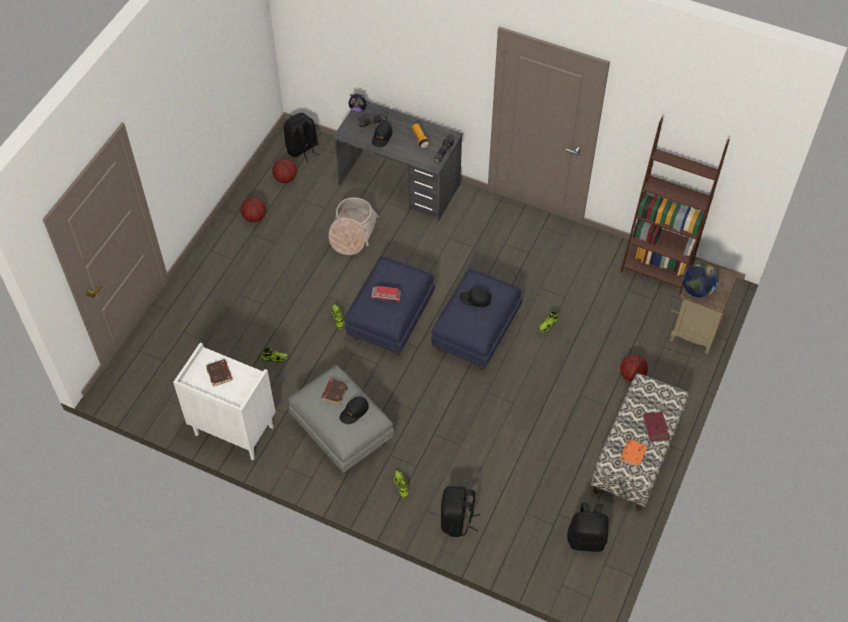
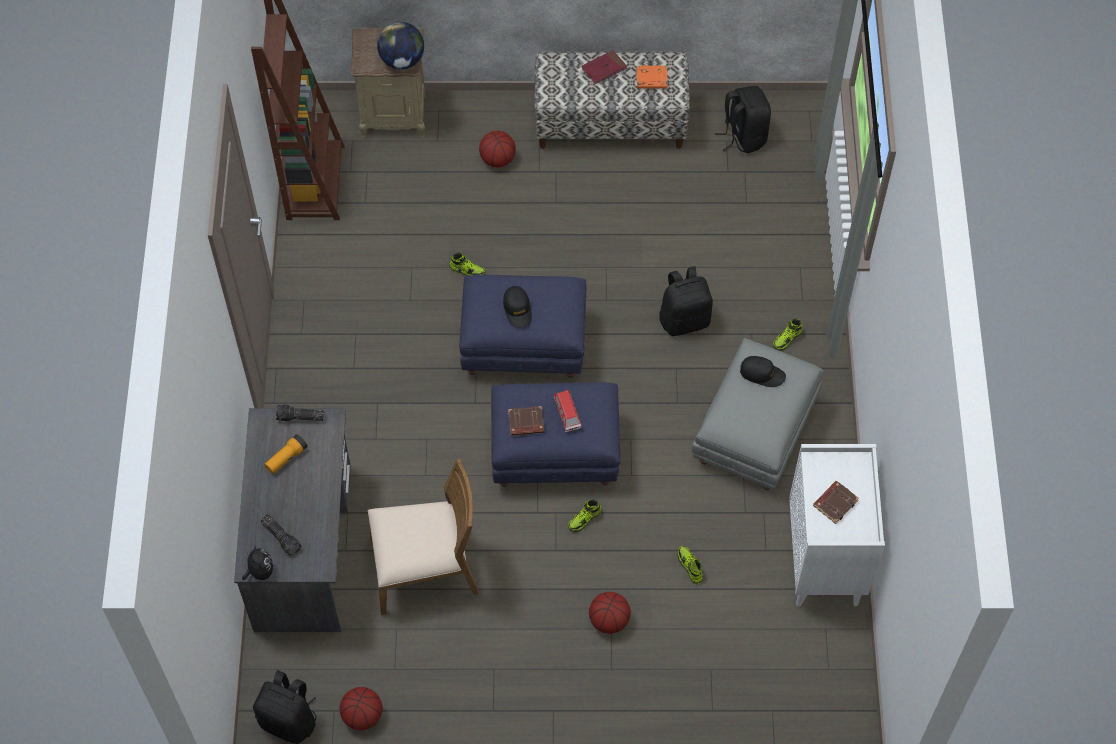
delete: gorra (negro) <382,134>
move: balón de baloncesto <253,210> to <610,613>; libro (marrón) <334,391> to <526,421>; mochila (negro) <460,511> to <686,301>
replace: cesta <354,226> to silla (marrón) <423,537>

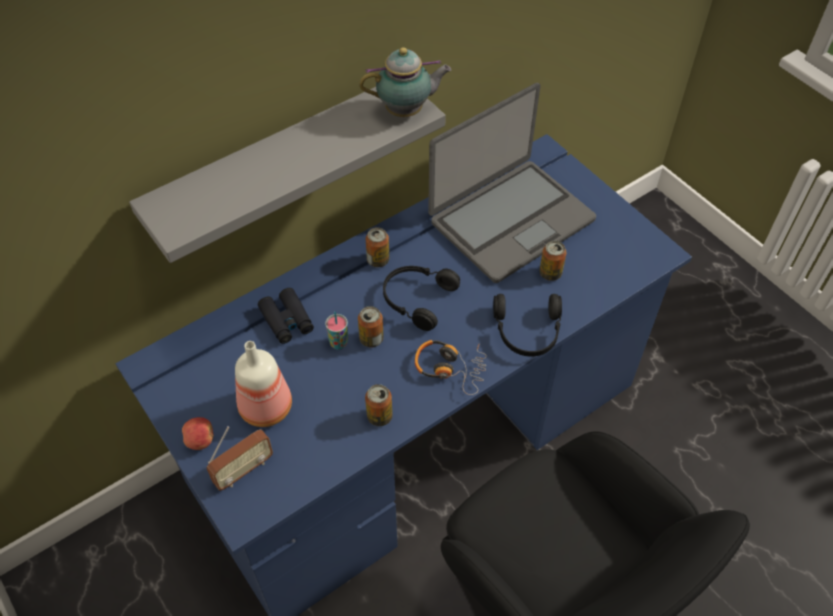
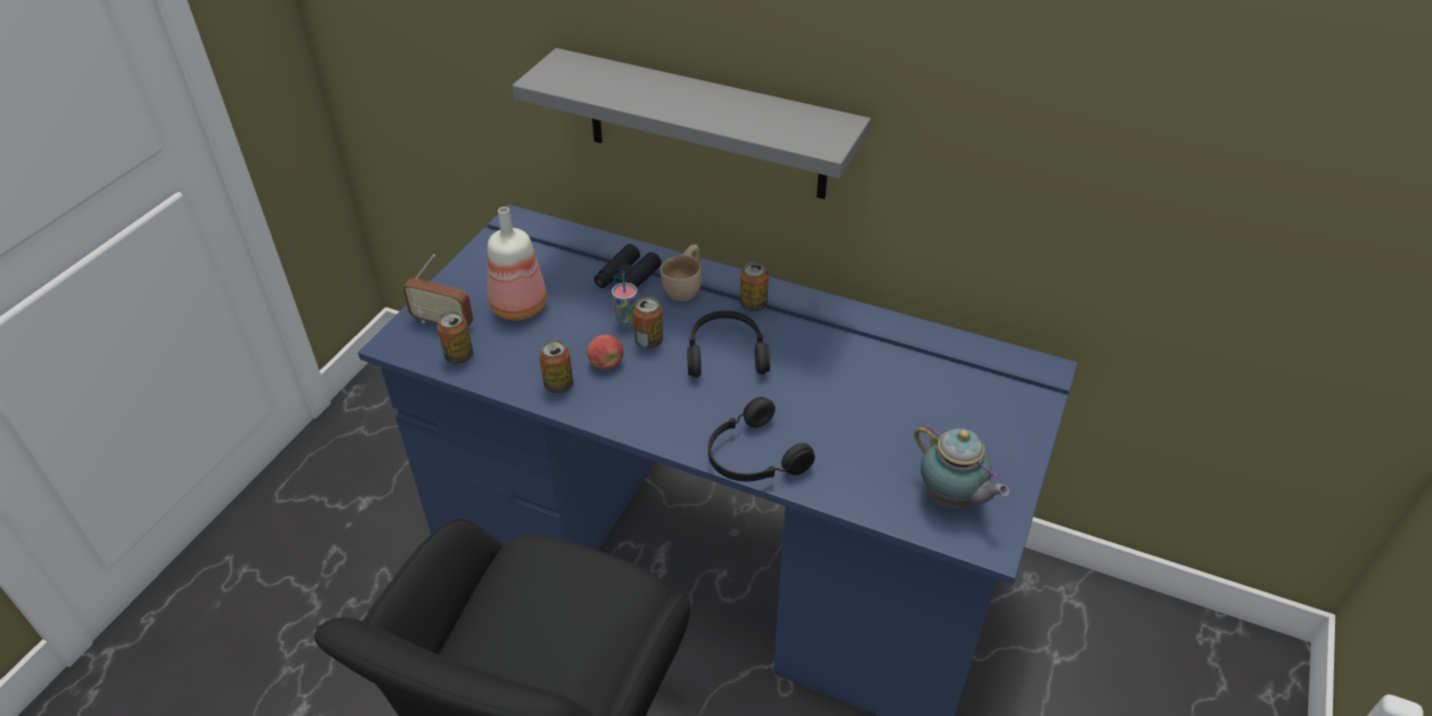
delete: portátil <512,183>; auriculares <450,367>
insert: taza (beis) <681,273>
move: tetera <405,82> to <961,465>; lata <552,261> to <455,337>; manzana <198,433> to <605,352>

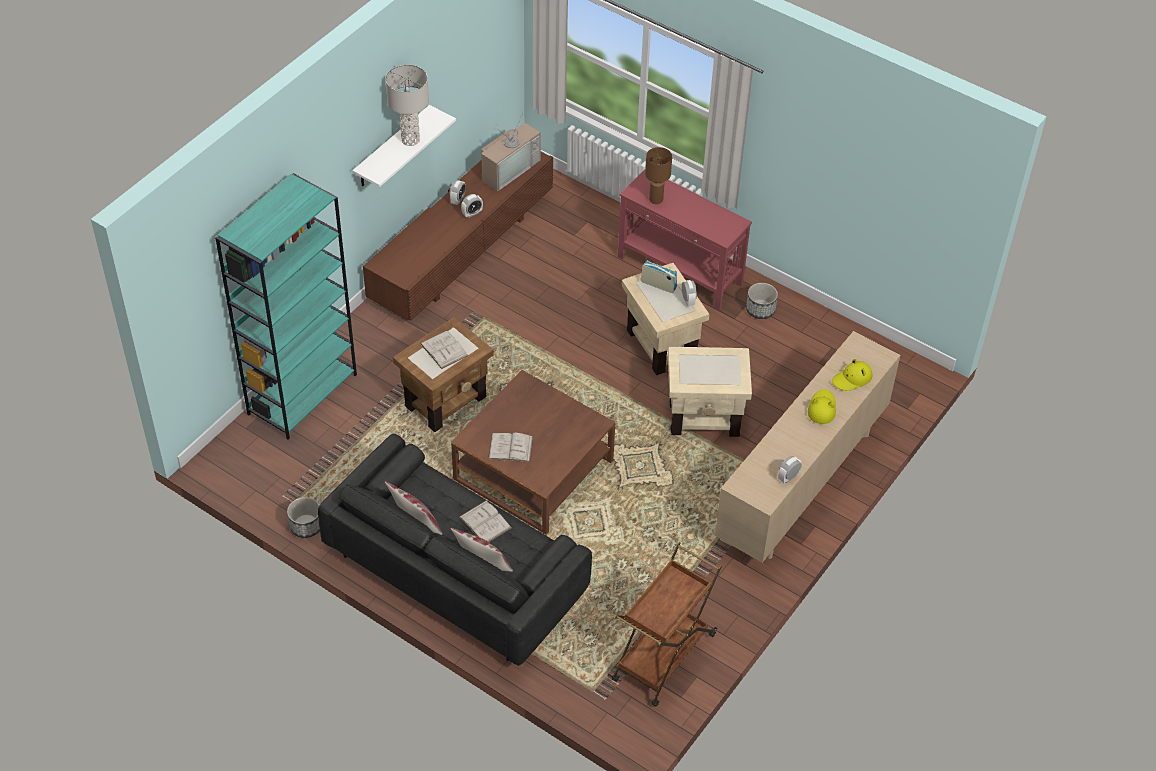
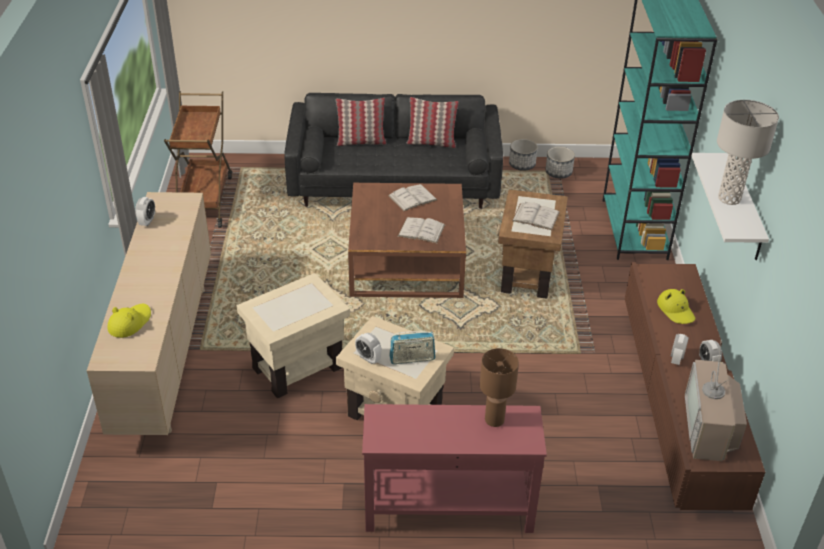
move: maceta <762,301> to <560,163>; sombrero (amarillo) <822,406> to <676,306>; libro (blanco) <485,521> to <421,230>

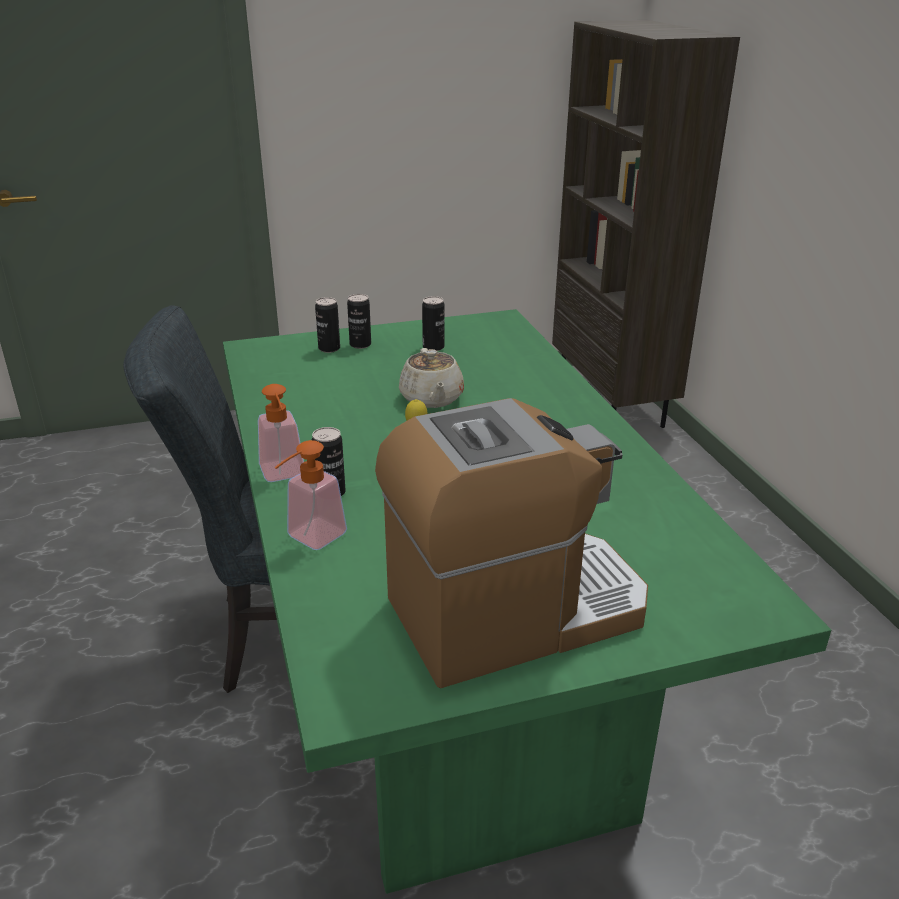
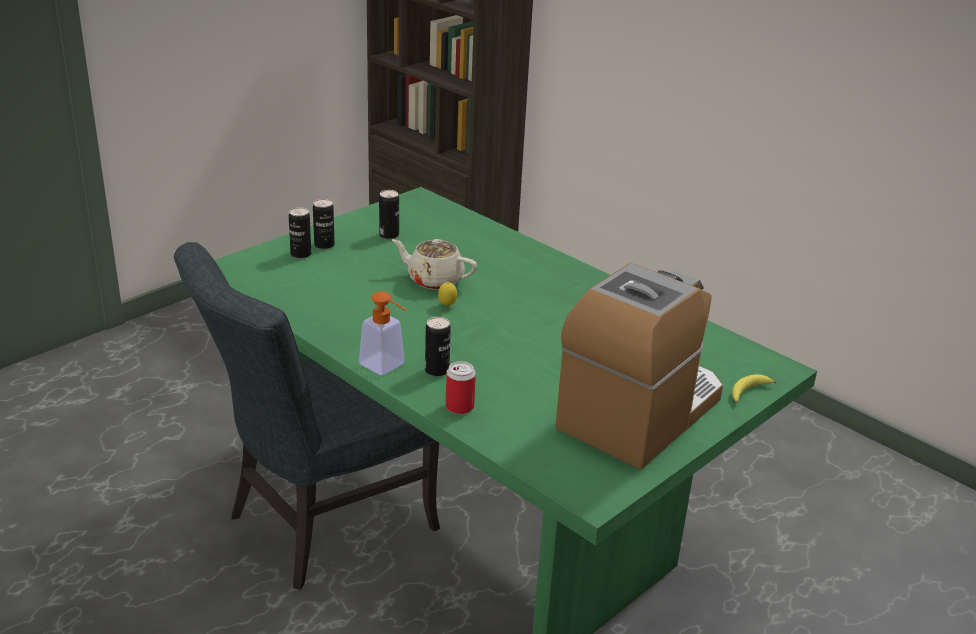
insert: plátano <754,388>
replace: dispensador de jabón <310,495> to lata <461,387>
rotate: tetera (beis) <431,378> = <434,264> 150 degrees clockwise

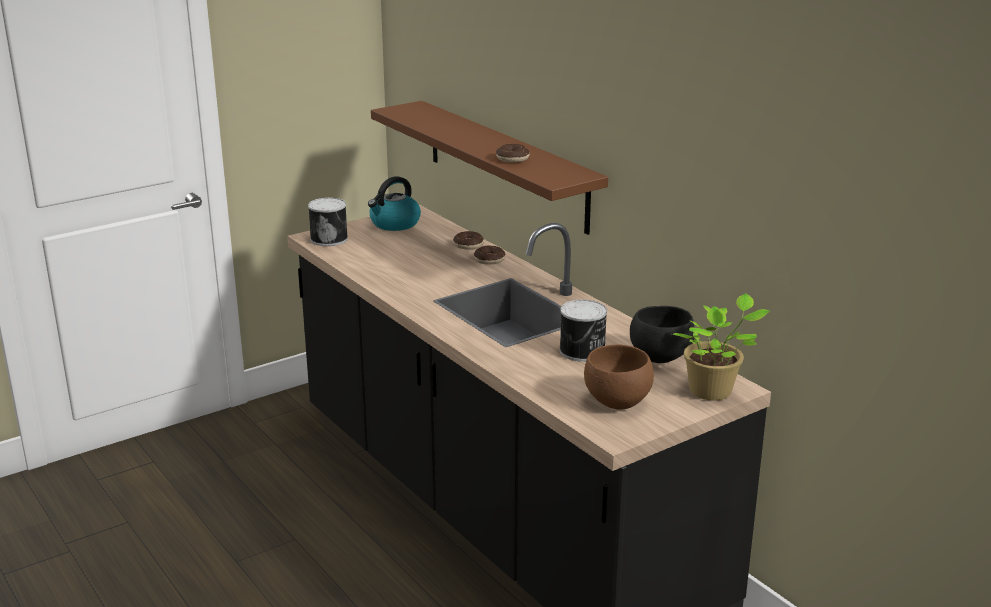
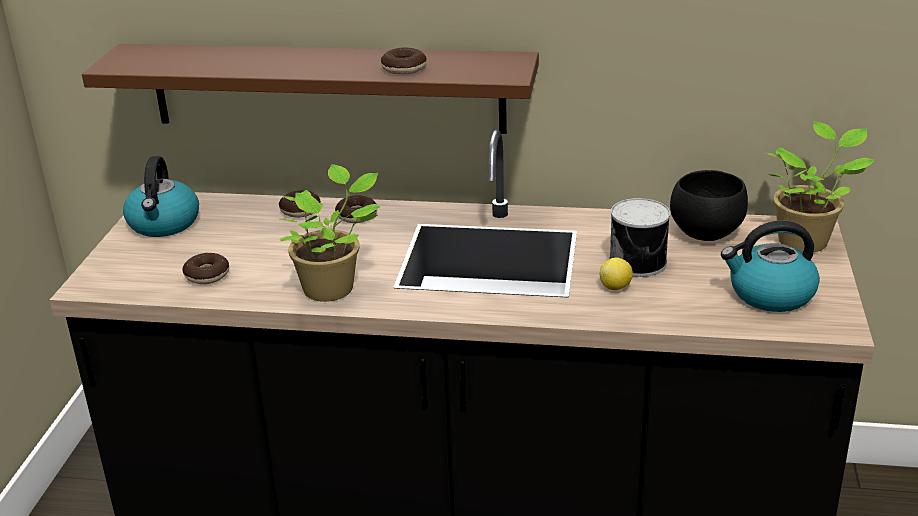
delete: lata <328,221>
insert: planta en maceta <330,233>; rosquilla <205,268>; limón <616,274>
replace: cuenco (marrón) <619,377> to hervidor <770,266>

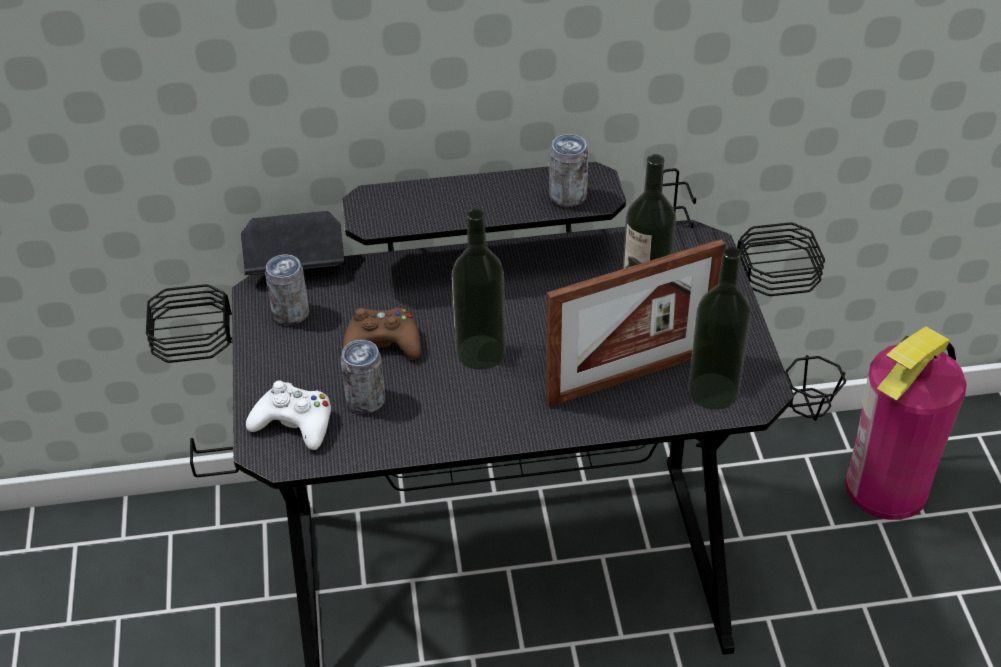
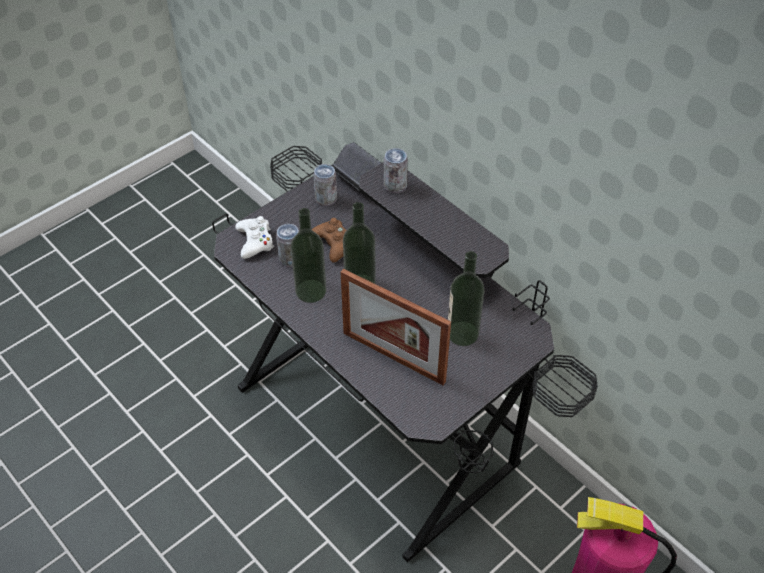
move: lata <568,170> to <396,170>; botella <719,328> to <308,255>

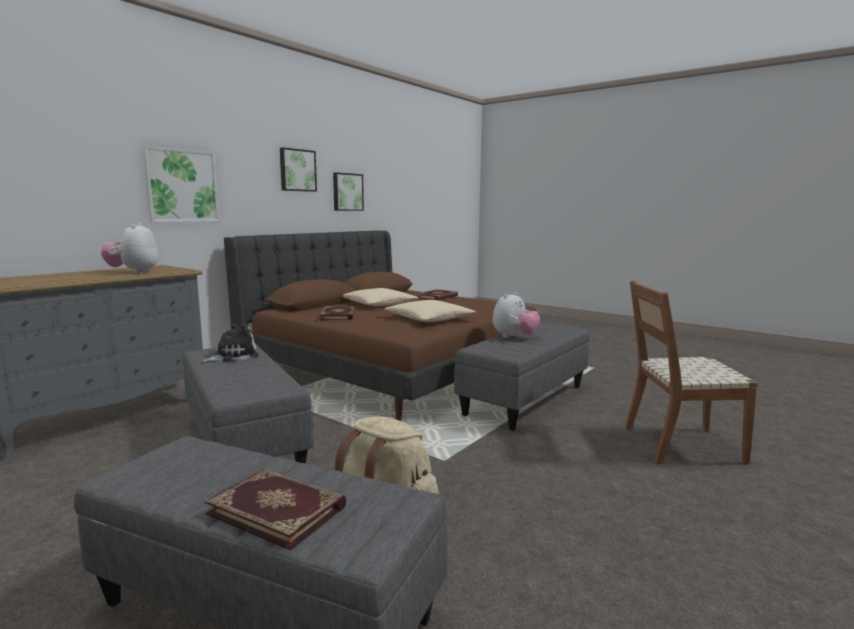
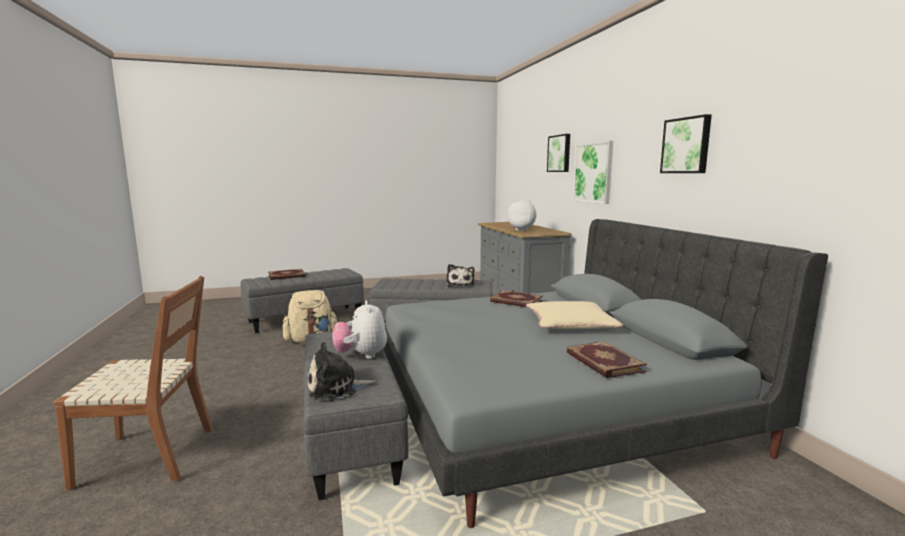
delete: cojín (beis) <430,311>
insert: peluche <341,371>
move: cuadro <348,191> to <558,153>
recolor: cama (marrón) <380,325> to cama (gris) <605,373>
rotate: silla <691,372> = <133,383> 45 degrees clockwise

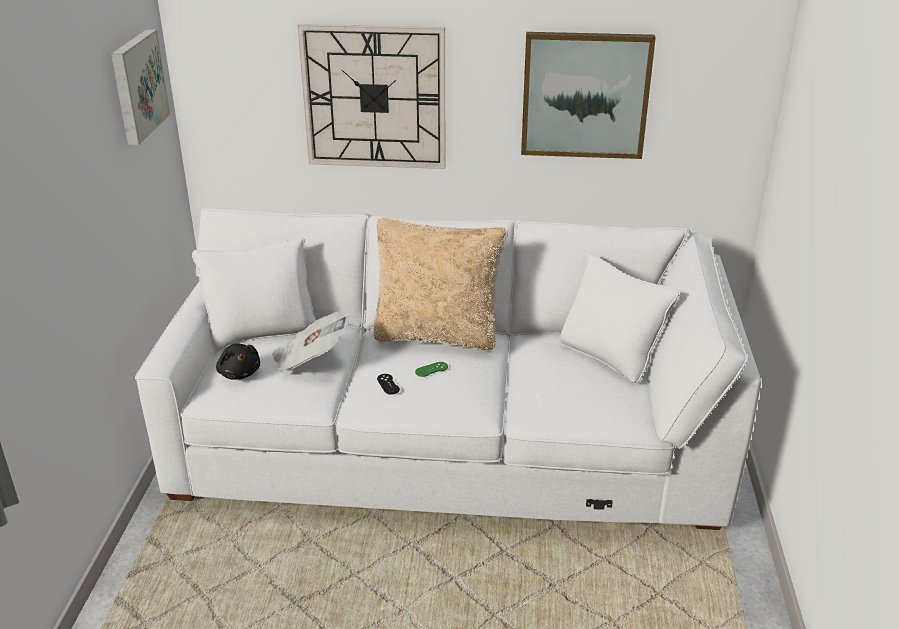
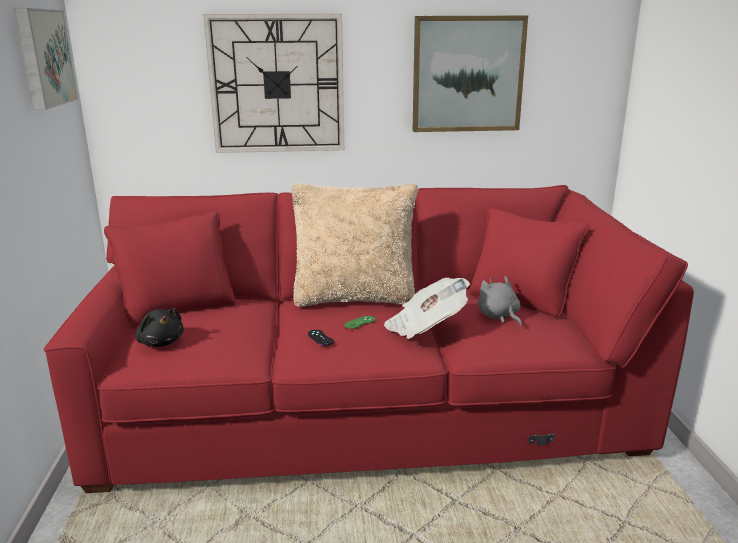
insert: peluche (gris) <500,301>
move: periódico <310,342> to <427,308>
recolor: sofá (blanco) <448,369> to sofá (rojo) <369,339>

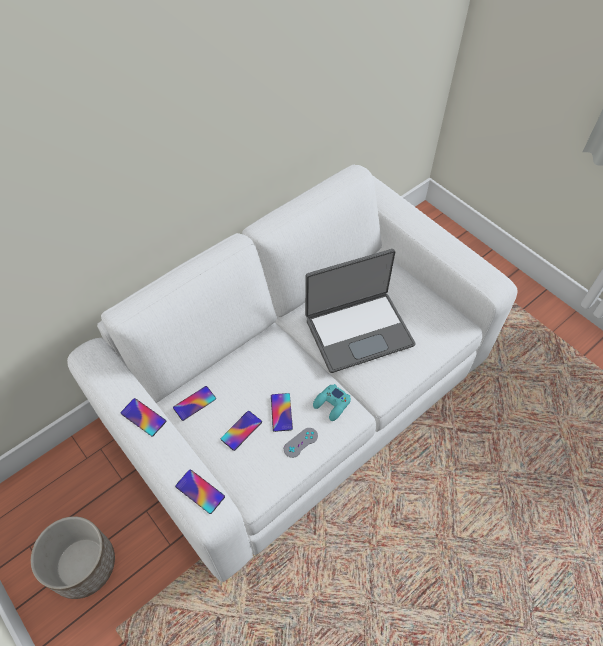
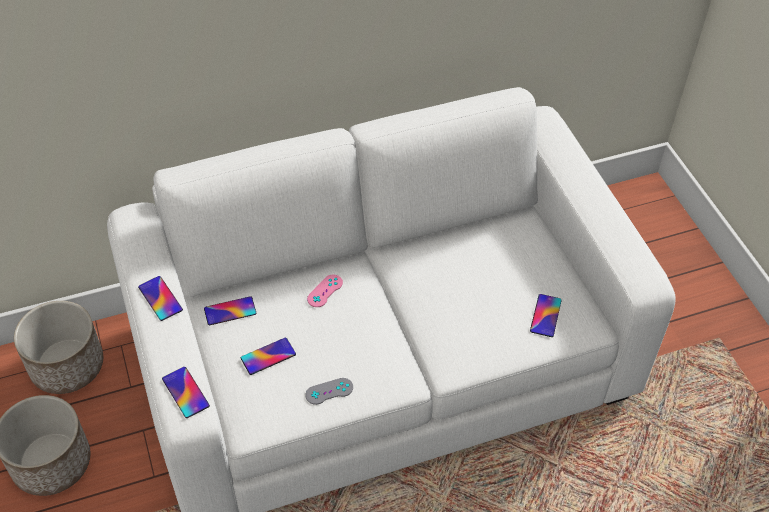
delete: portátil <360,311>; mando de consola (turquesa) <332,402>
insert: mando de consola (rosa) <325,290>; maceta <58,347>
move: móvil <282,412> to <546,315>

